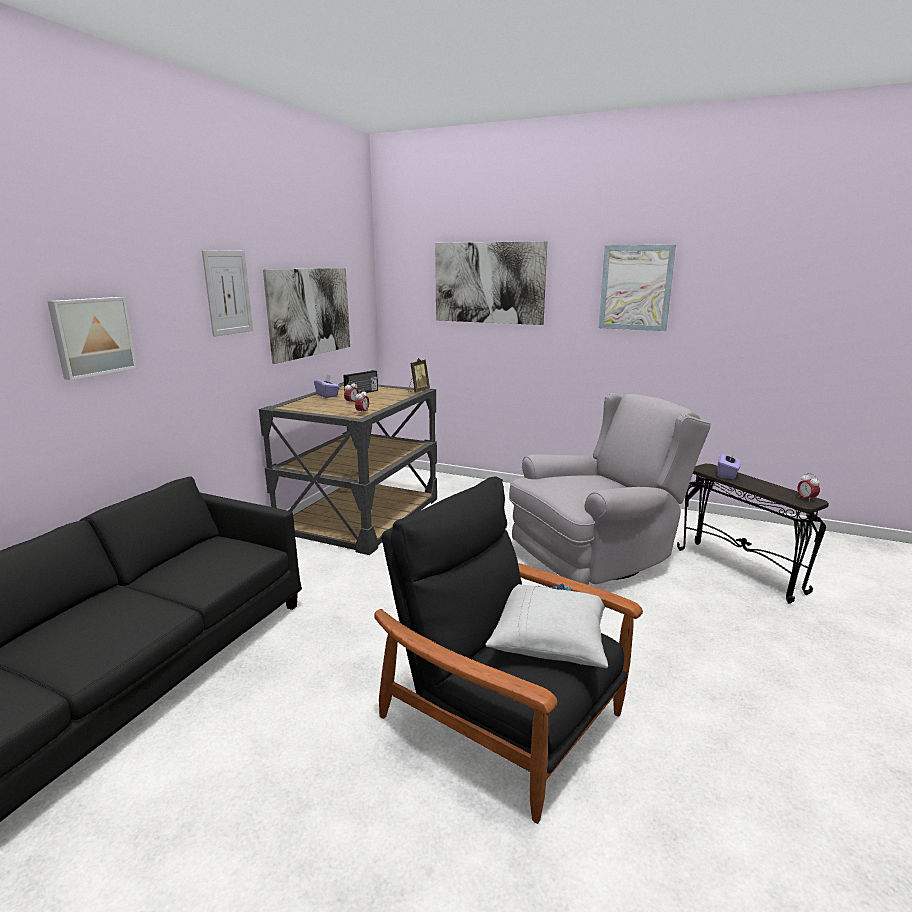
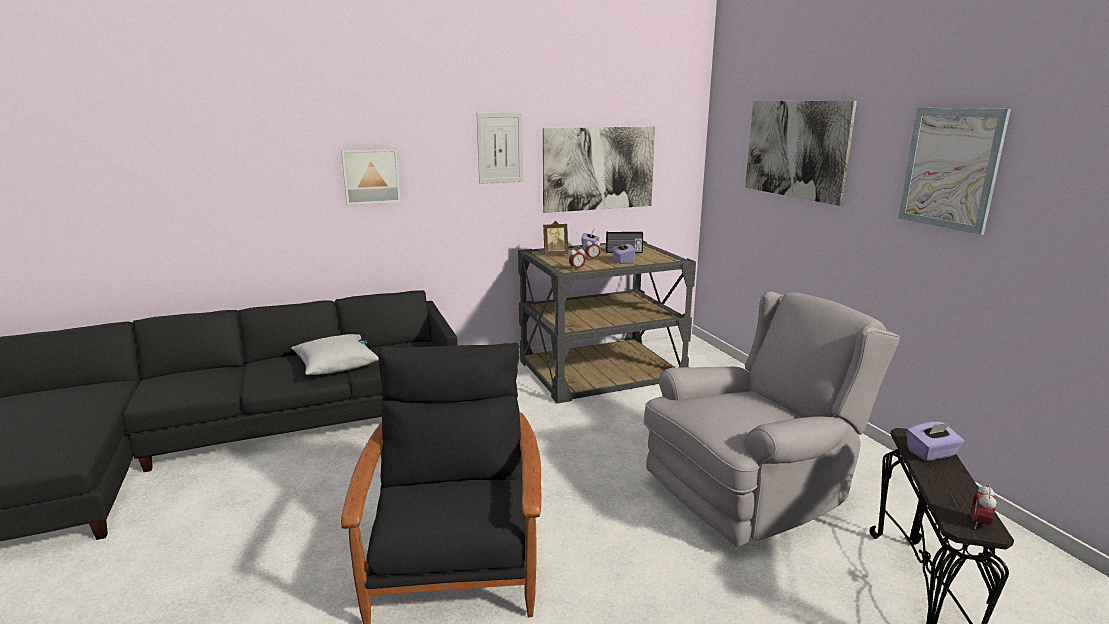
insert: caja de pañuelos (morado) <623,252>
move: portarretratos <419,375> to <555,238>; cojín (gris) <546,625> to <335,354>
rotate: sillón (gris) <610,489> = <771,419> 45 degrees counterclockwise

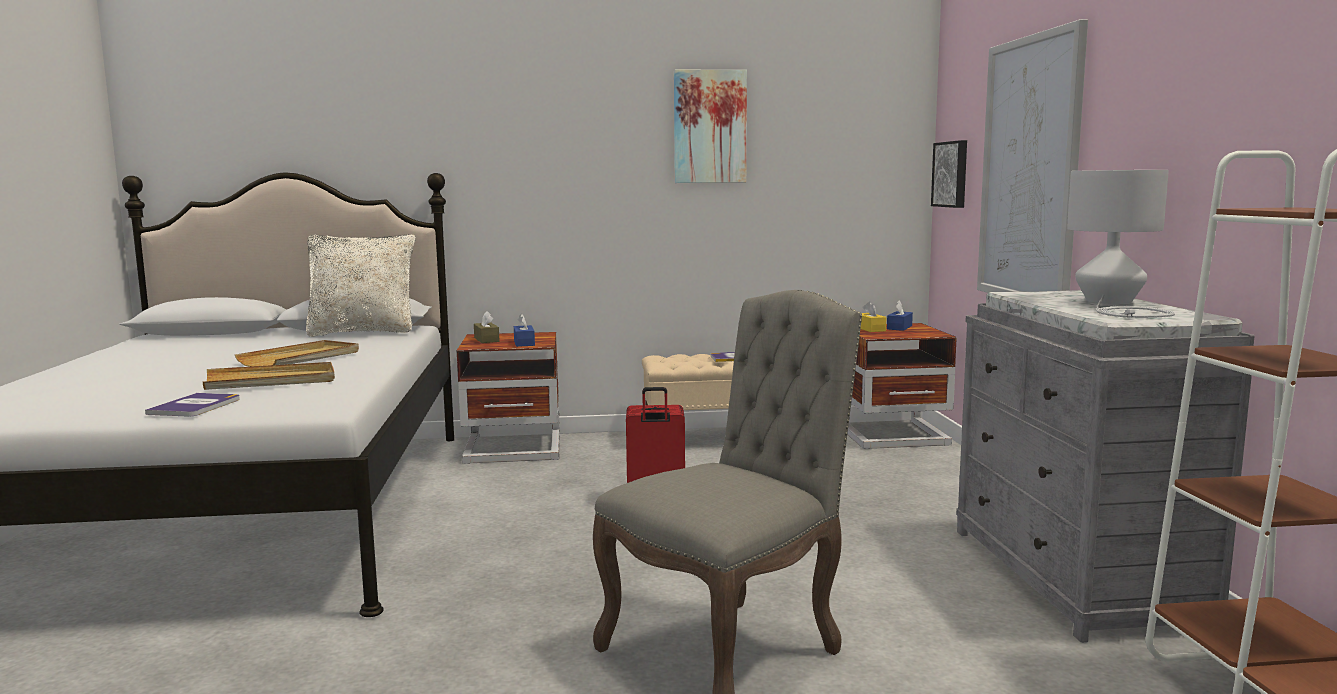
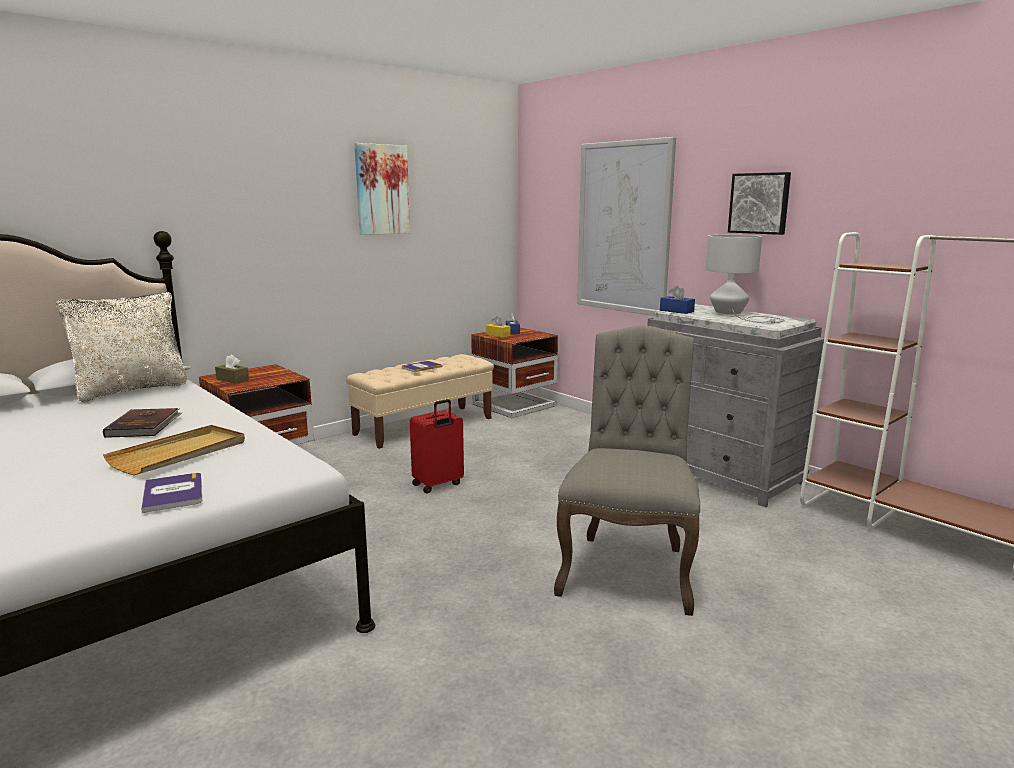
move: cuadro <949,174> to <759,203>; caja de pañuelos (azul) <524,330> to <677,300>
replace: bandeja (beis) <297,353> to libro (marrón) <142,423>

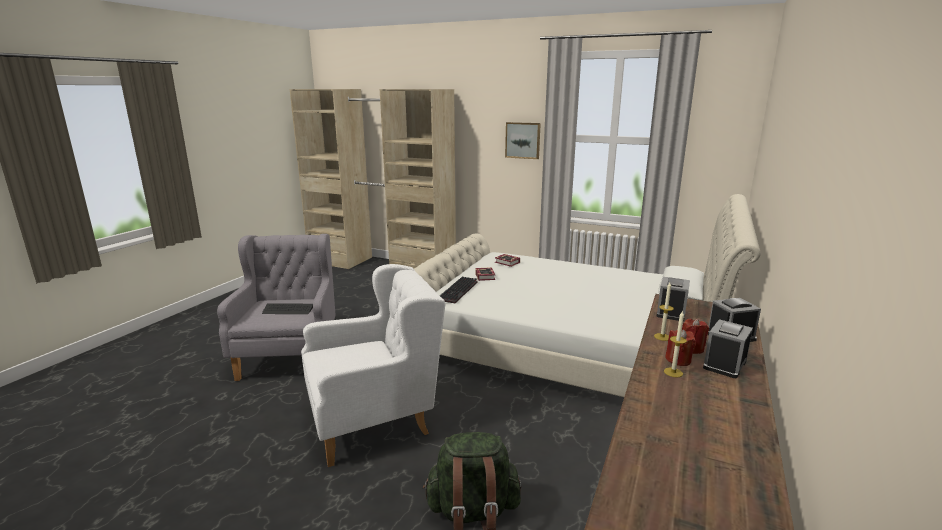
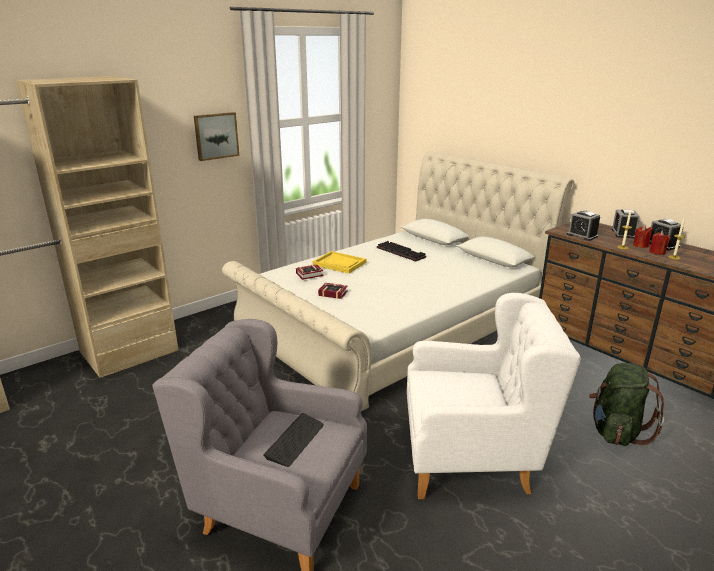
insert: bandeja (amarillo) <339,262>
move: teclado <459,290> to <401,251>
rotate: sillón (blanco) <373,365> = <494,396> 90 degrees clockwise

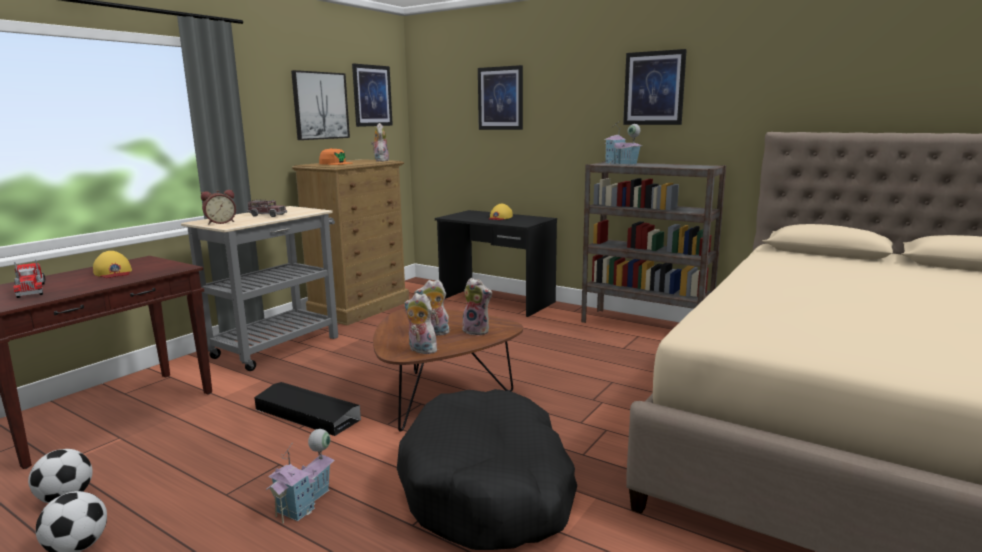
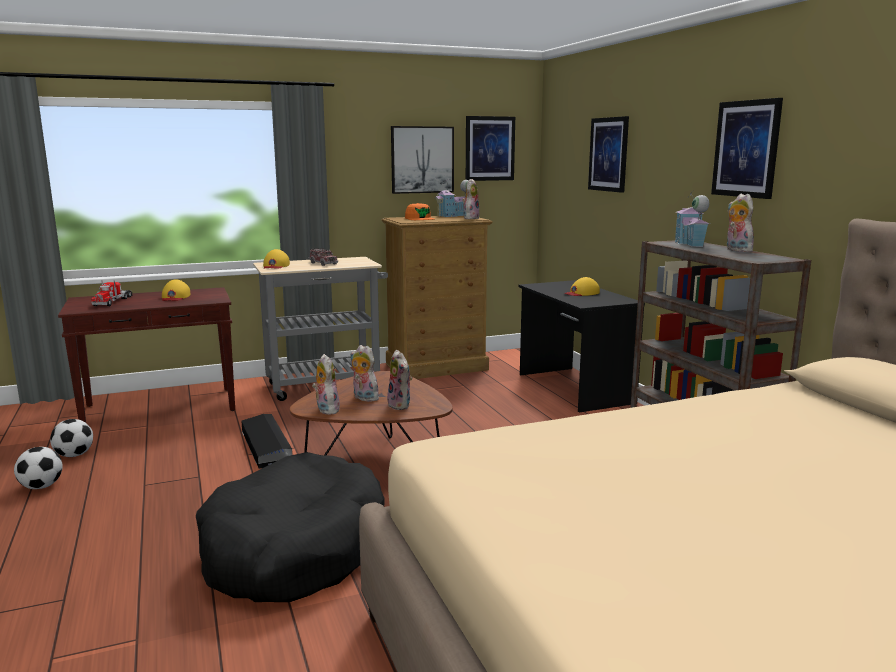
insert: peluche <740,223>
move: casita <300,476> to <451,197>
replace: despertador <218,207> to gorra (amarillo) <276,259>

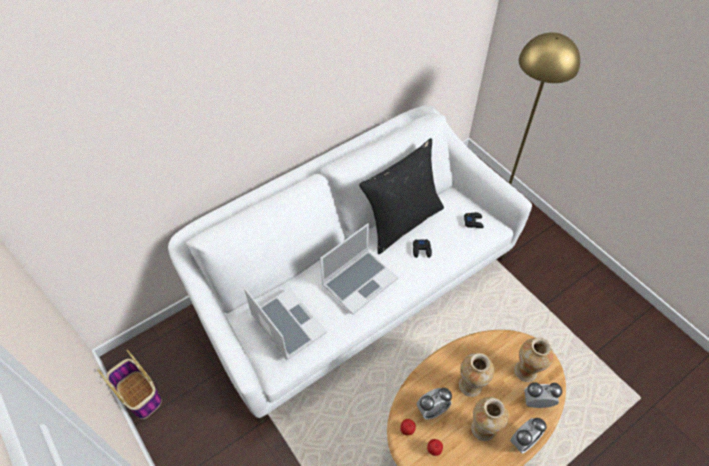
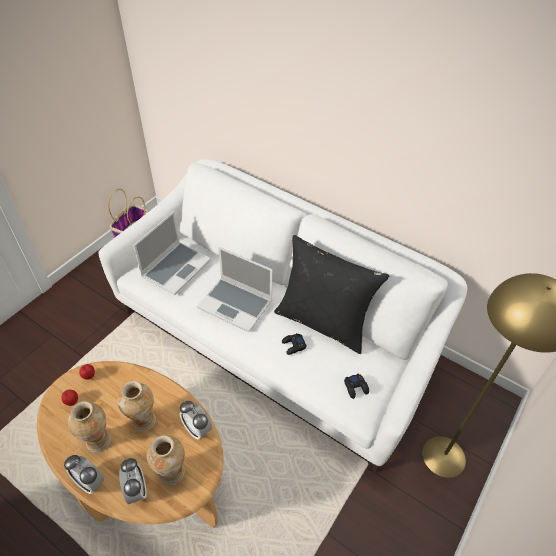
move: despertador <434,404> to <196,420>

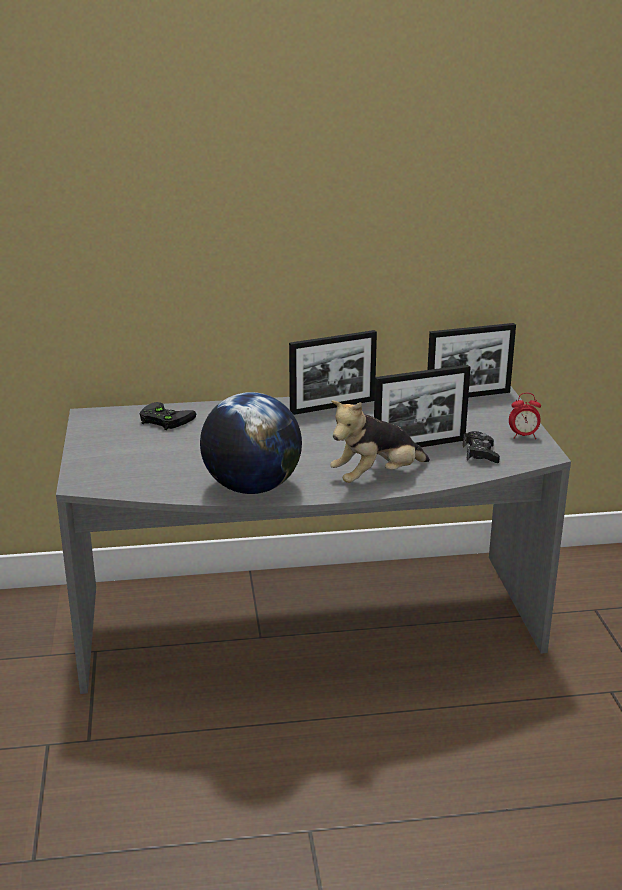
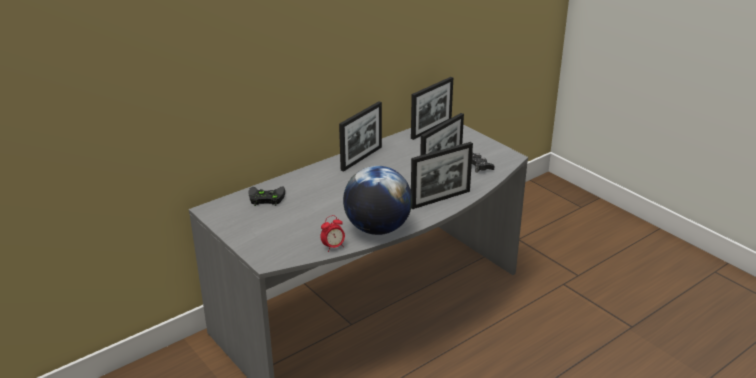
move: despertador <525,416> to <332,233>
replace: peluche <380,441> to portarretratos <442,175>

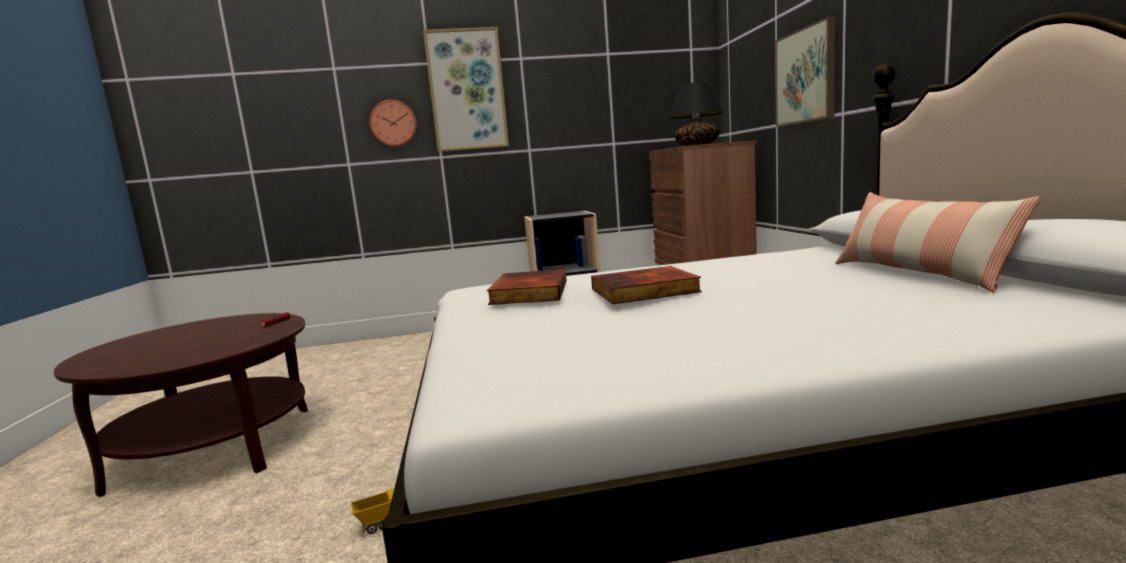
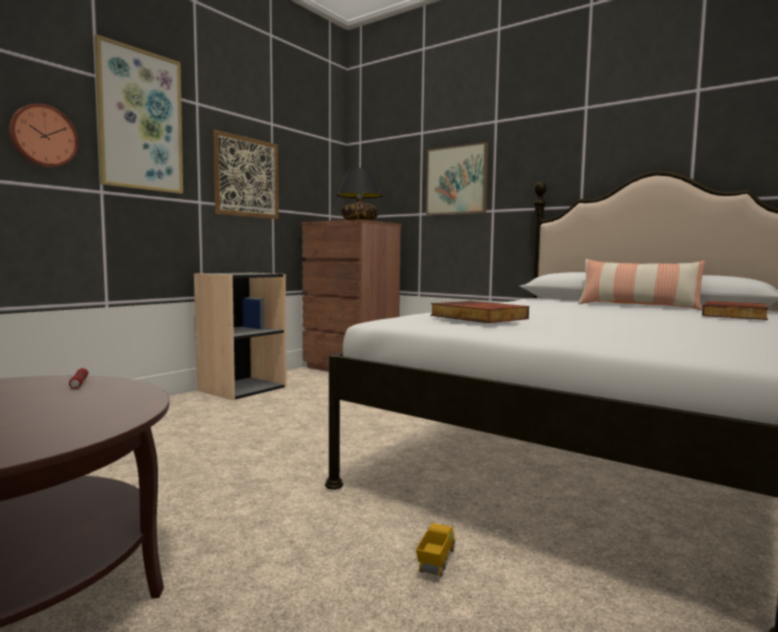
insert: cuadro <246,174>
move: libro <646,285> to <735,310>

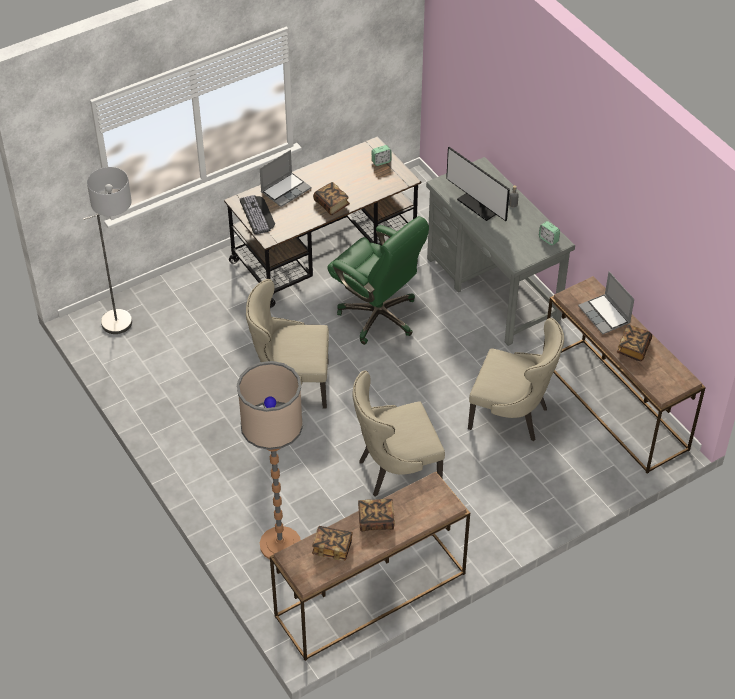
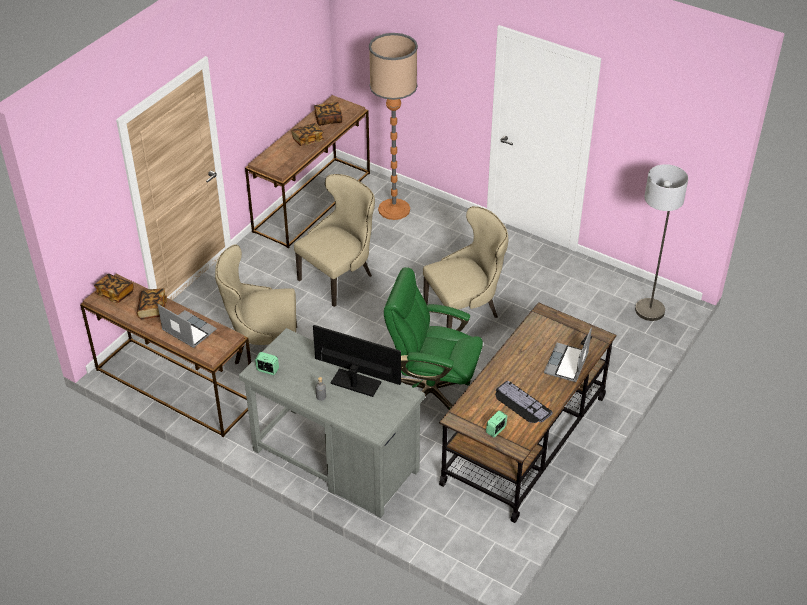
move: libro <331,198> to <114,288>; teclado <257,214> to <524,402>

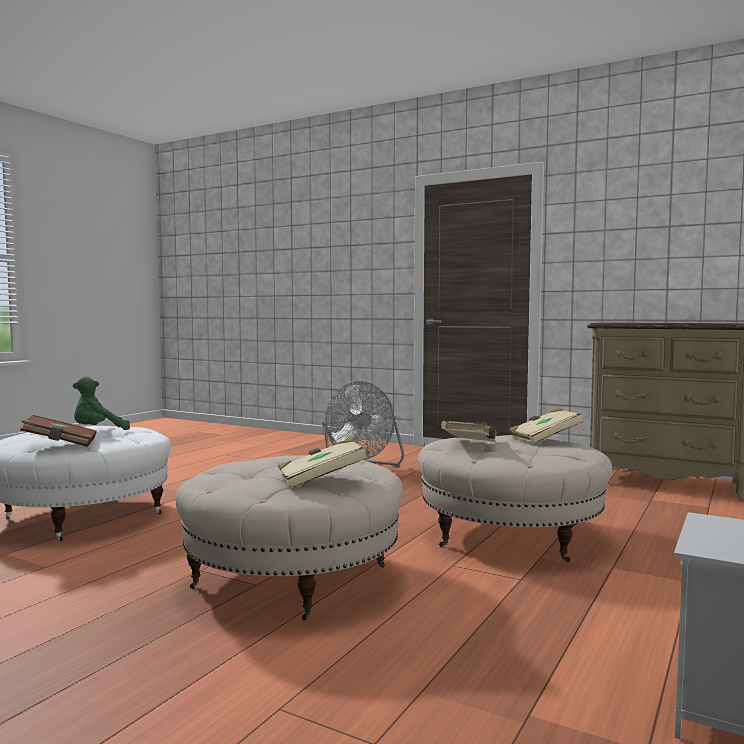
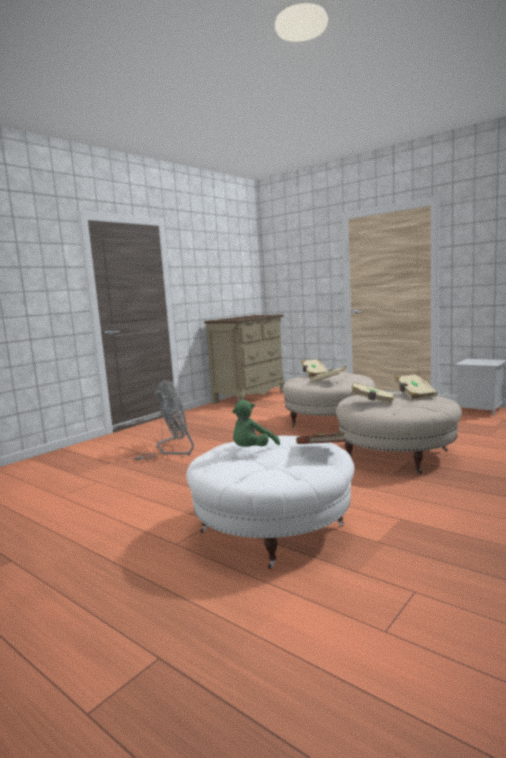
insert: libro (beis) <372,393>
rotate: peluche (verde) <101,403> = <256,423> 60 degrees clockwise

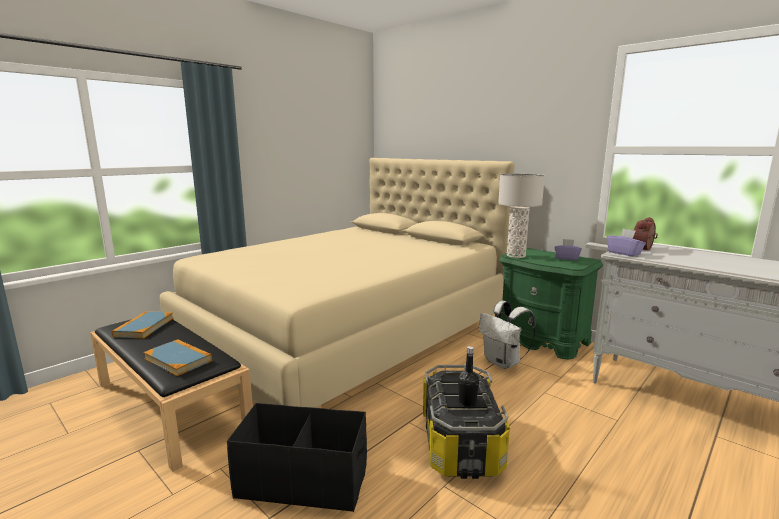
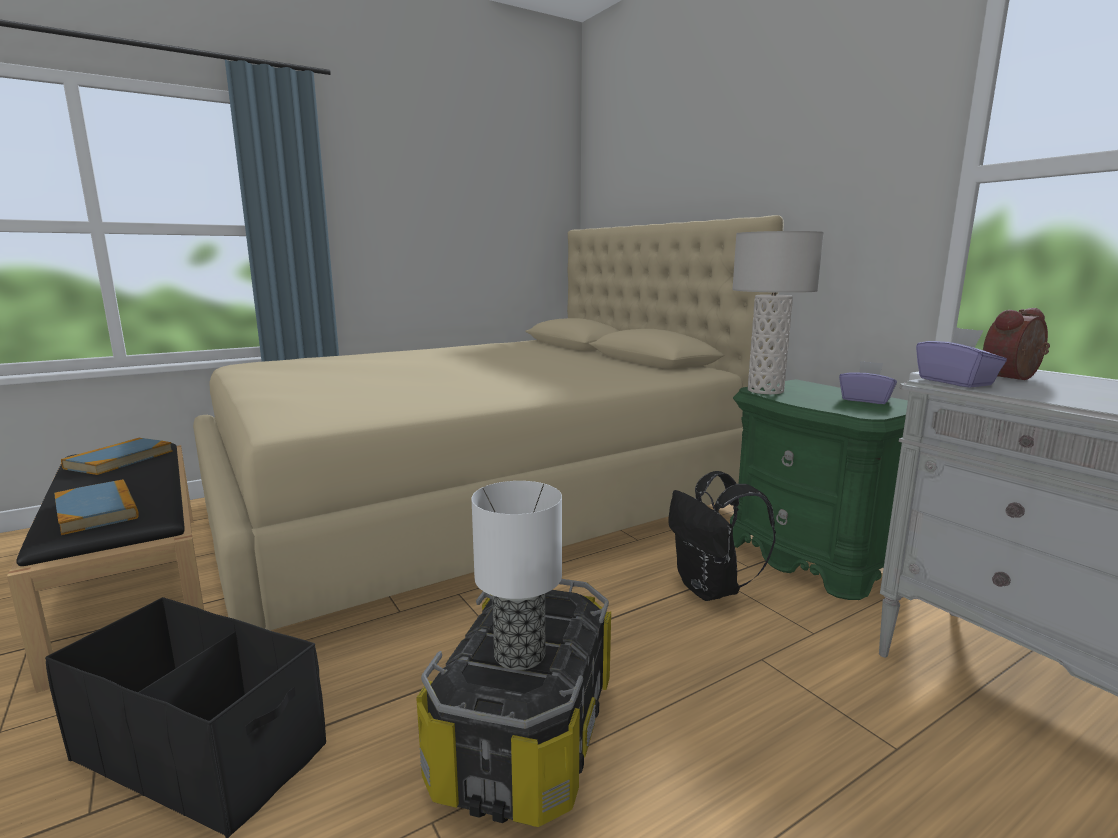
replace: botella (negro) <468,376> to lámpara de mesa <517,575>
recolor: mochila (blanco) <507,335> to mochila (negro) <722,536>

